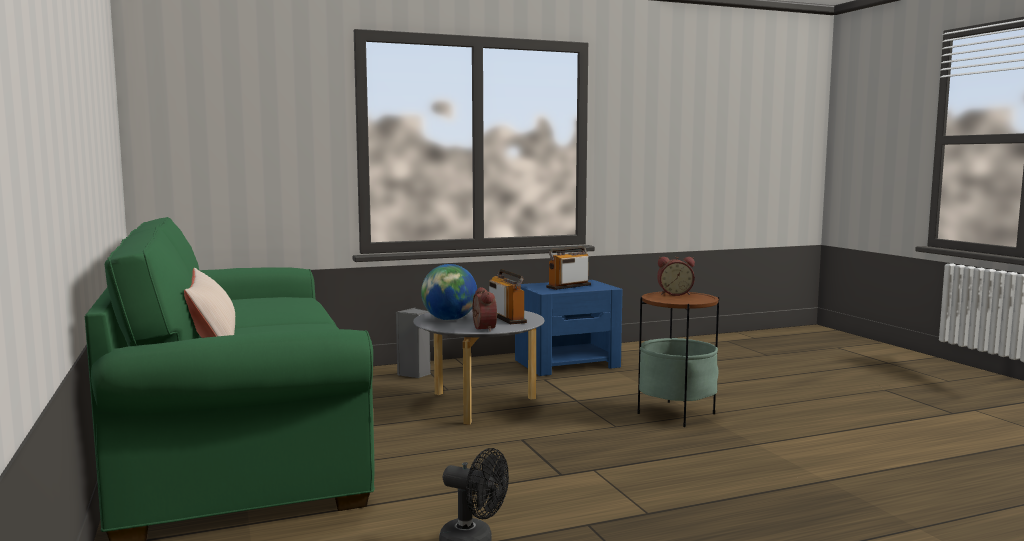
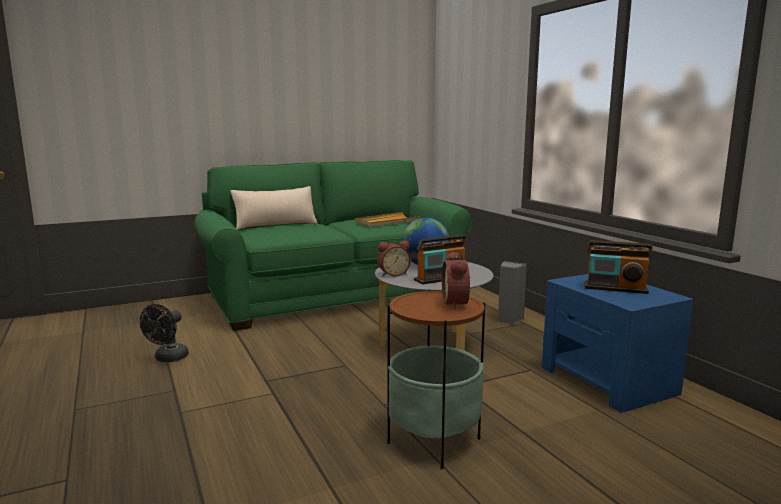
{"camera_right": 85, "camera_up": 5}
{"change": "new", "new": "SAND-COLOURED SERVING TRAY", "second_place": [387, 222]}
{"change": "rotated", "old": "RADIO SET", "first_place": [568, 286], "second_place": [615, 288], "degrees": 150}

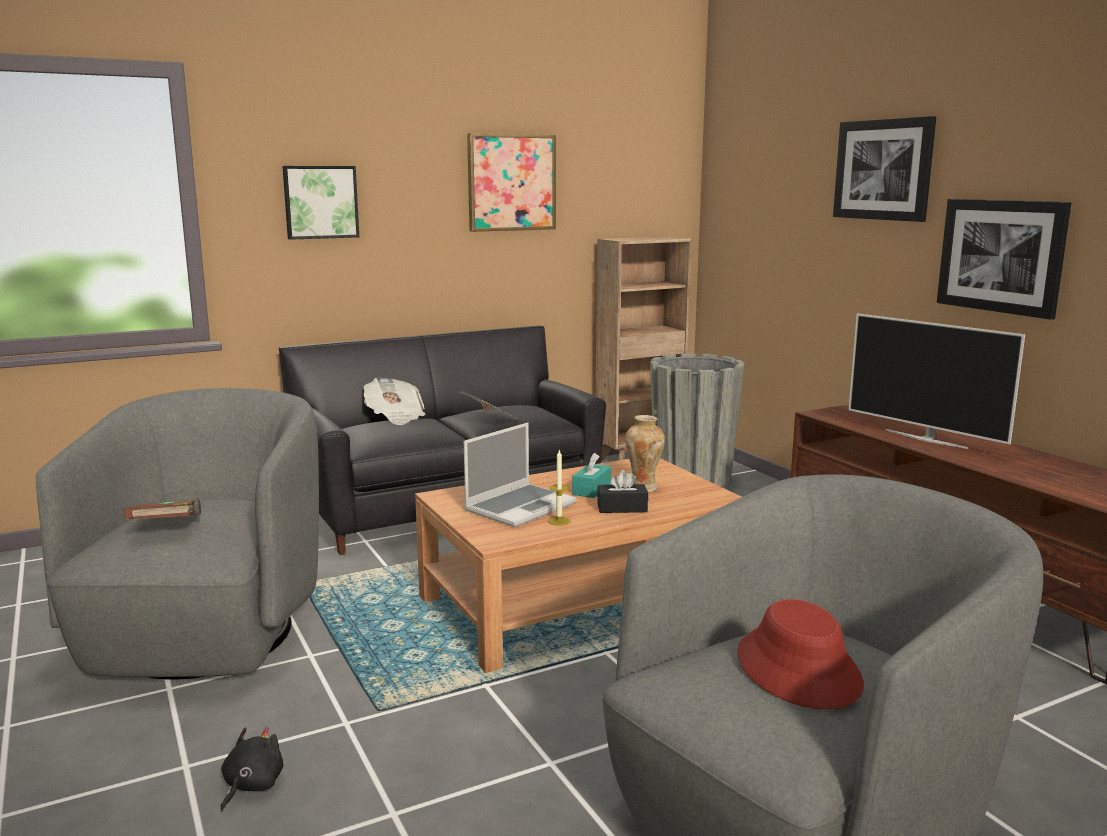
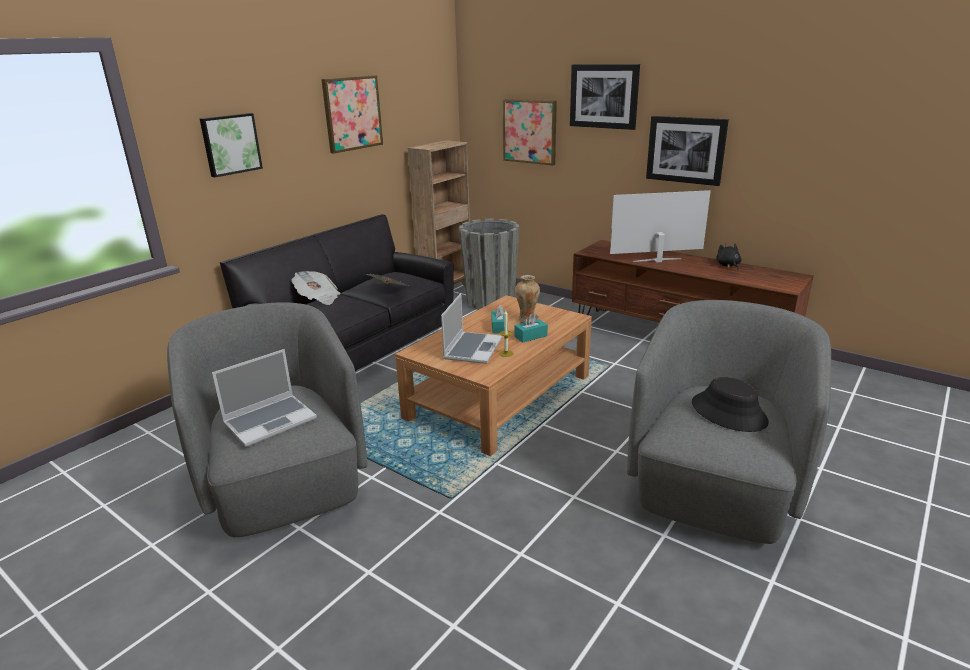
{"camera_right": -25, "camera_up": 10}
{"change": "new", "new": "PICTURE", "second_place": [529, 131]}
{"change": "shifted", "old": "BLACKISH PLUSH TOY", "first_place": [251, 786], "second_place": [728, 265]}
{"change": "swapped", "old": "BROWN VOLUME", "new": "NOTEBOOK COMPUTER", "first_place": [168, 528], "second_place": [271, 421]}
{"change": "repainted", "old": "BLACKISH TISSUE HOLDER", "new": "BLUE-GREEN TISSUE HOLDER", "first_place": [622, 508], "second_place": [530, 336]}
{"change": "repainted", "old": "RED WEARABLE HAT", "new": "BLACKISH WEARABLE HAT", "first_place": [799, 669], "second_place": [729, 412]}
{"change": "rotated", "old": "TV SET", "first_place": [926, 439], "second_place": [657, 260], "degrees": 150}

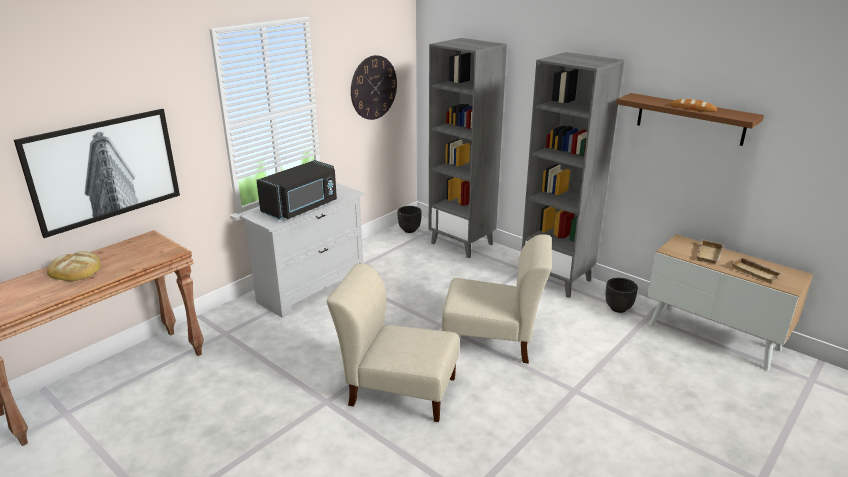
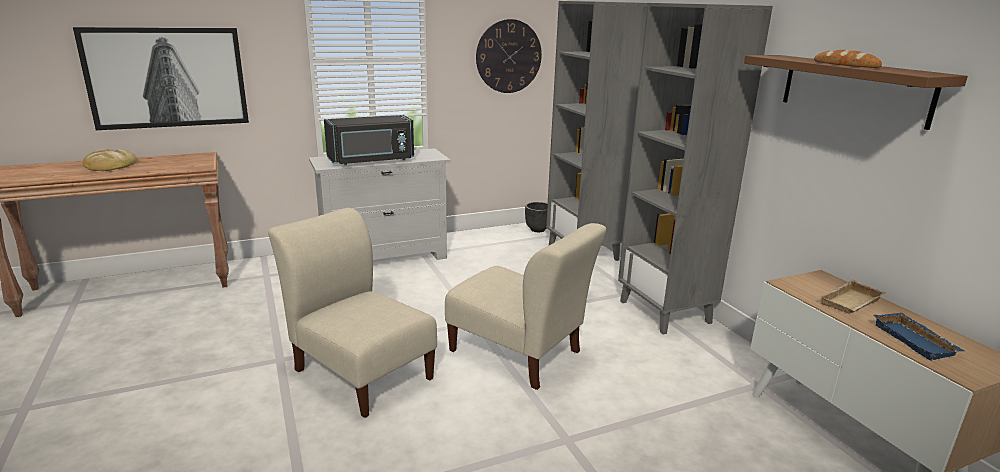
{"camera_right": 25, "camera_up": -5}
{"change": "gone", "old": "BLACKISH PLANT POT", "first_place": [618, 308]}
{"change": "repainted", "old": "SAND-COLOURED SERVING TRAY", "new": "BLUE-COLOURED SERVING TRAY", "first_place": [756, 272], "second_place": [916, 341]}

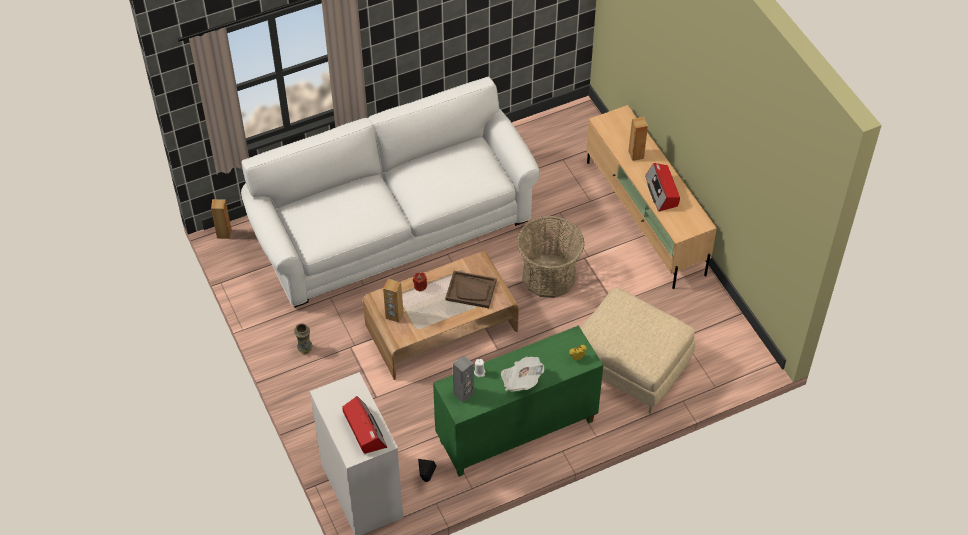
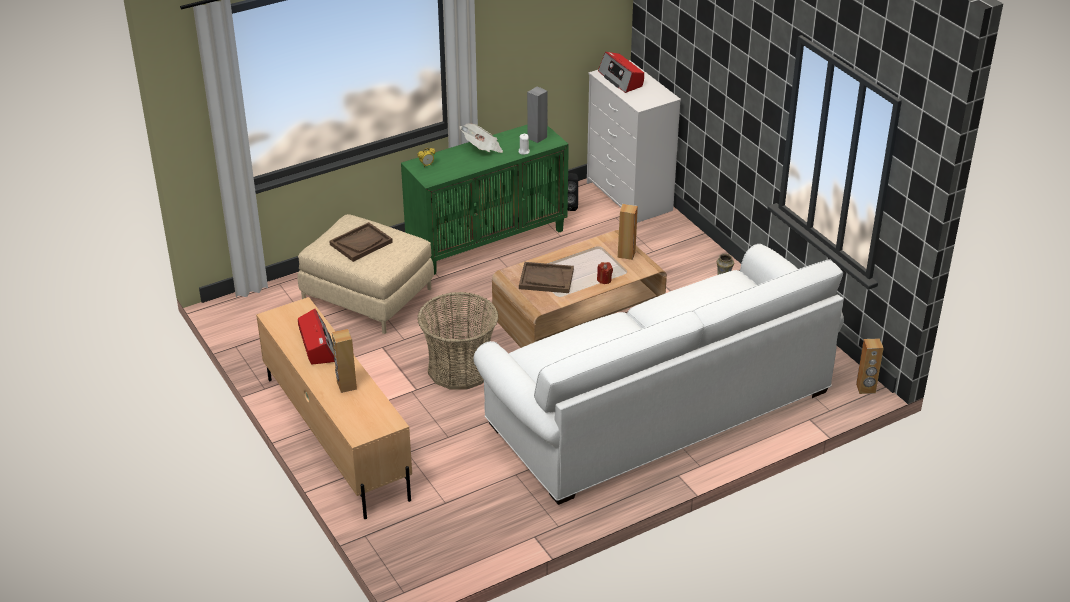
{"camera_right": 175, "camera_up": -15}
{"change": "new", "new": "BROWN SERVING TRAY", "second_place": [361, 243]}

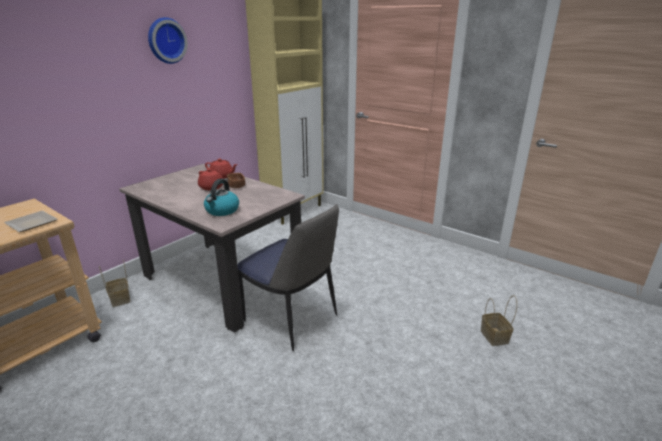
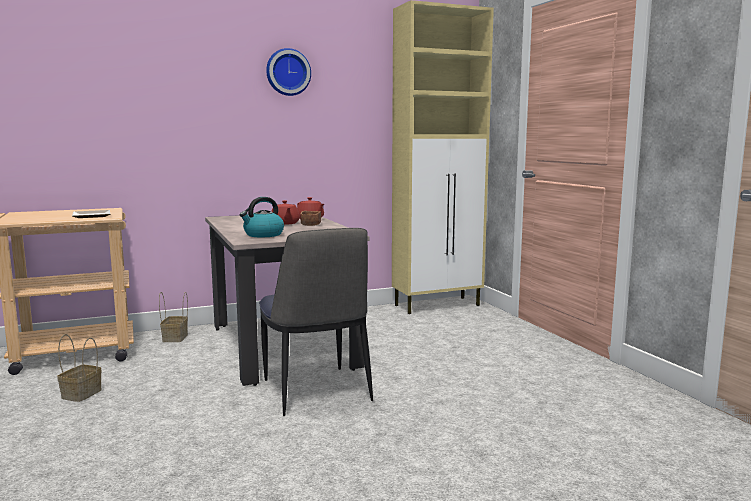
{"camera_right": 30, "camera_up": -15}
{"change": "shifted", "old": "HOUSEHOLD BASKET", "first_place": [495, 337], "second_place": [81, 394]}

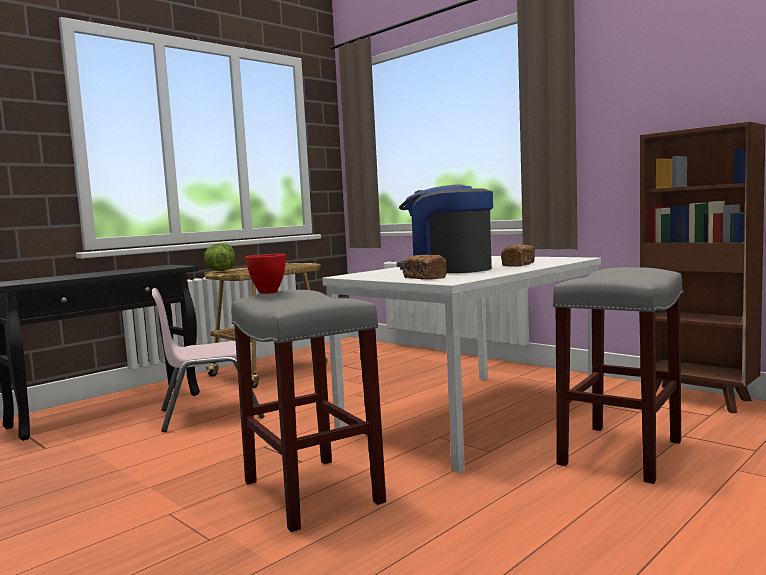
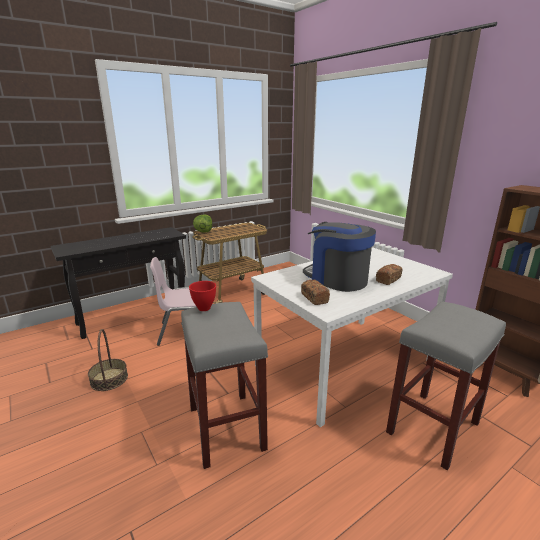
{"camera_right": 10, "camera_up": 15}
{"change": "new", "new": "HOUSEHOLD BASKET", "second_place": [109, 379]}

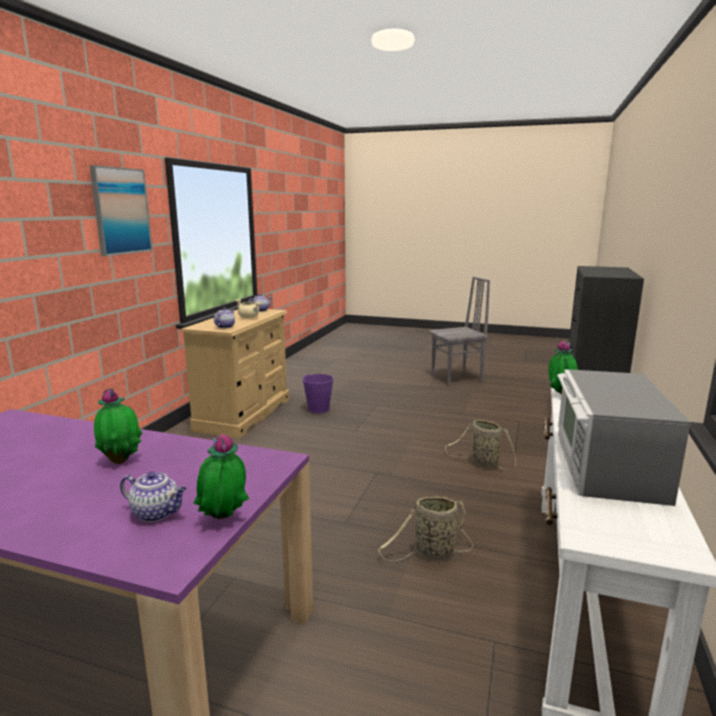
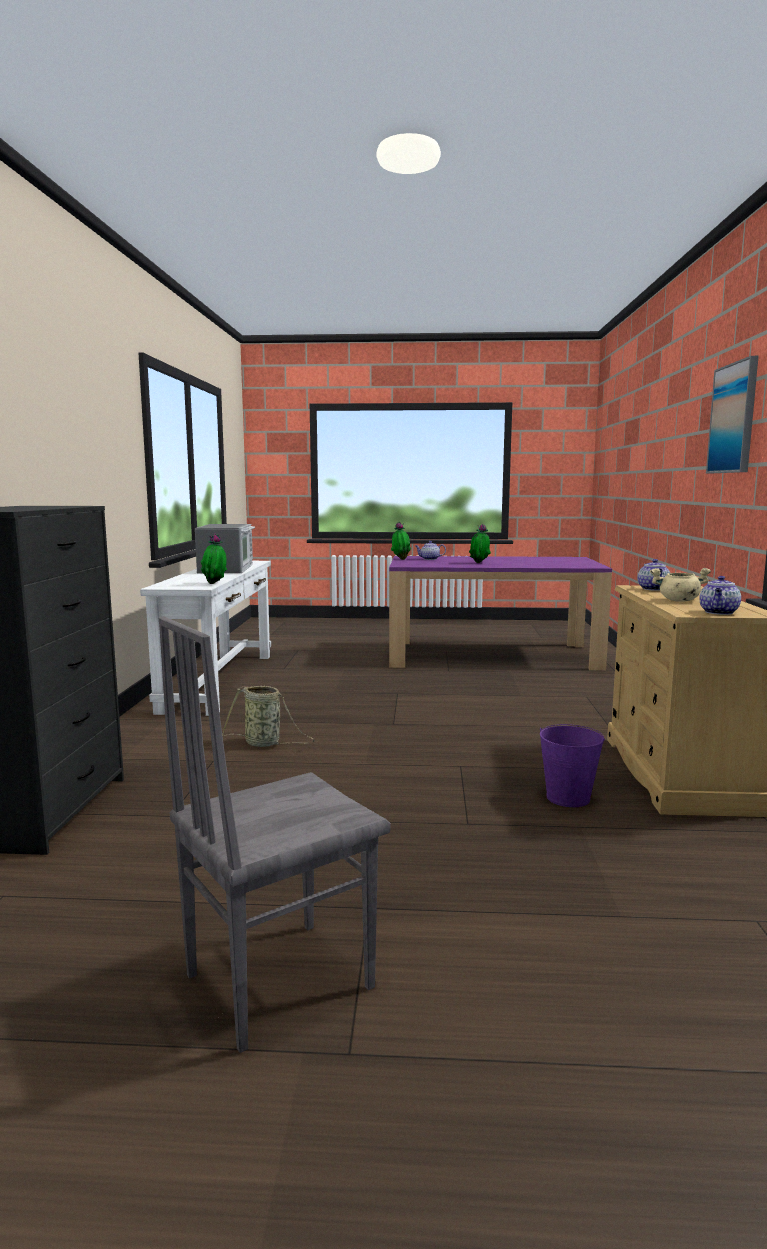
{"camera_right": 165, "camera_up": -5}
{"change": "gone", "old": "HOUSEHOLD BASKET", "first_place": [431, 554]}

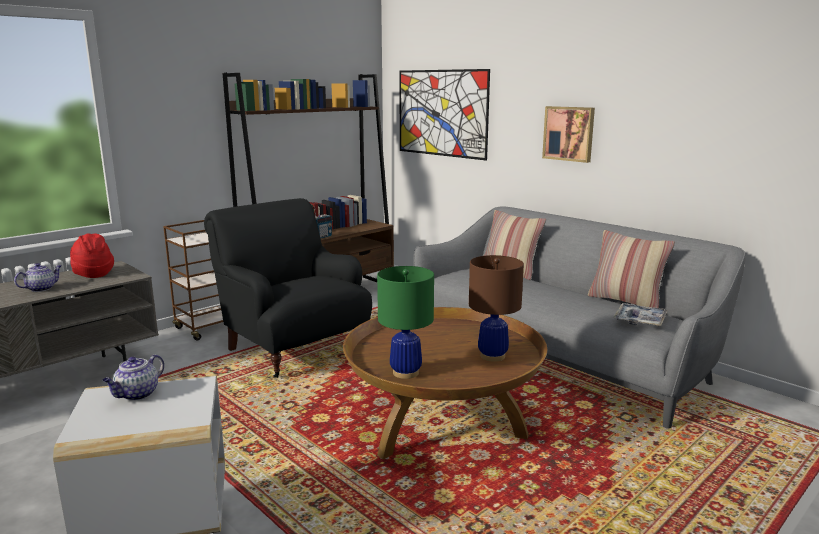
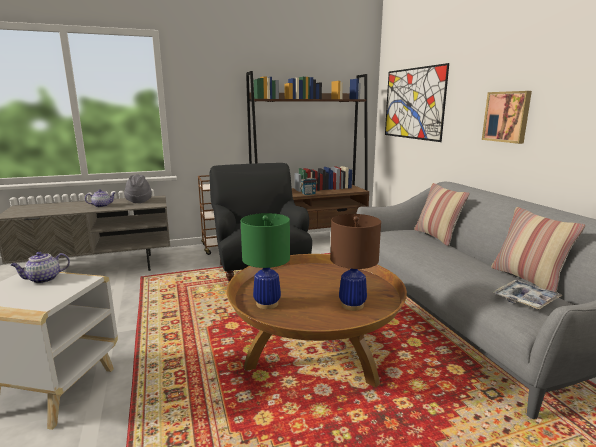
{"camera_right": 25, "camera_up": 0}
{"change": "repainted", "old": "RED WEARABLE HAT", "new": "GRAY WEARABLE HAT", "first_place": [93, 274], "second_place": [139, 201]}

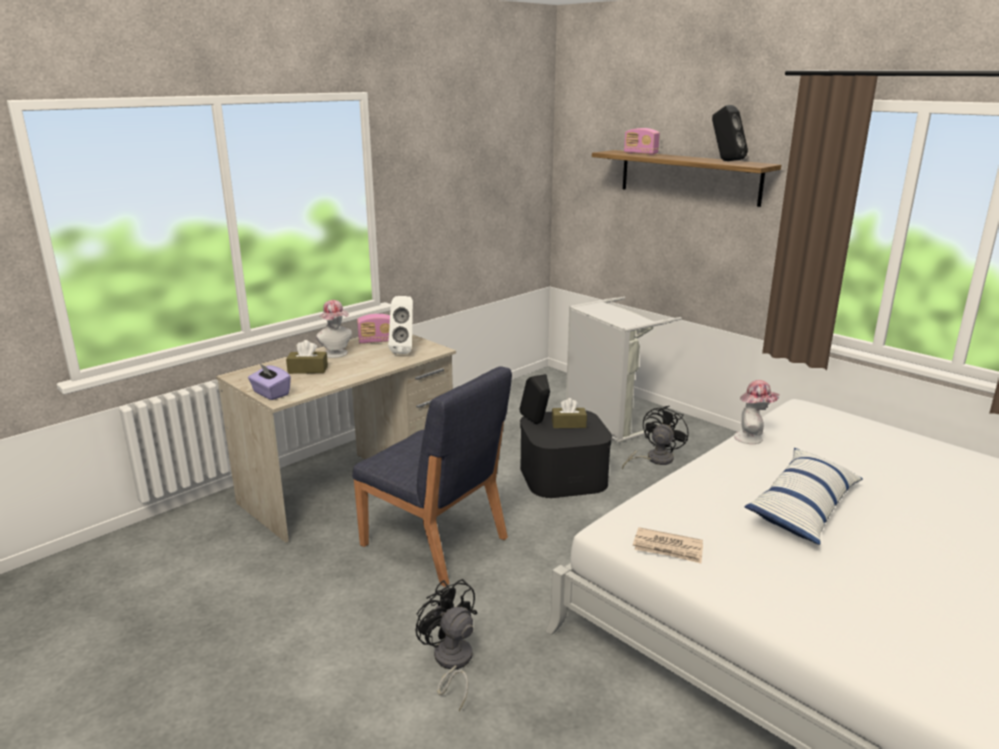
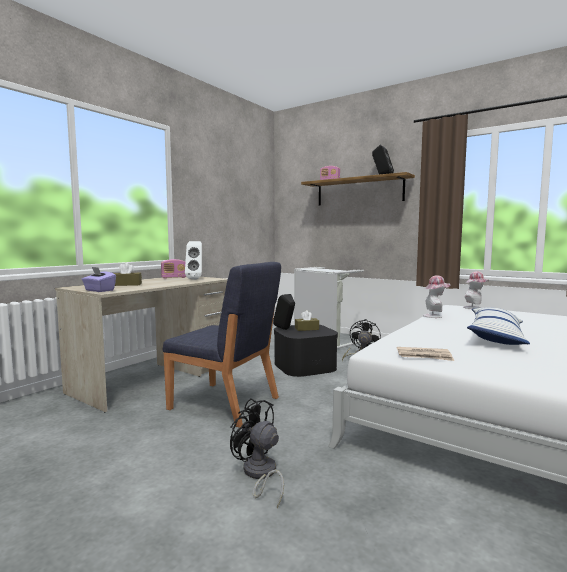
{"camera_right": -10, "camera_up": -15}
{"change": "shifted", "old": "WEARABLE HAT", "first_place": [336, 354], "second_place": [474, 308]}

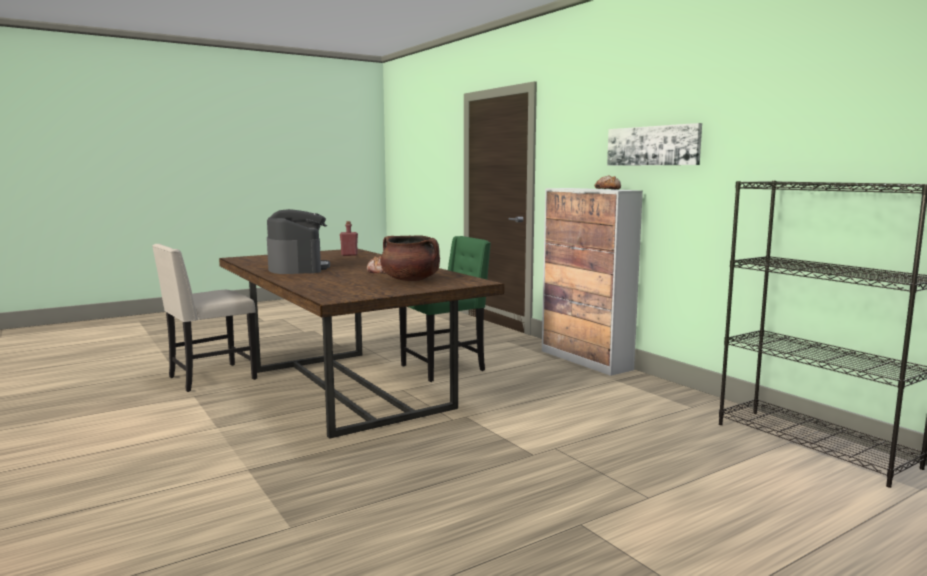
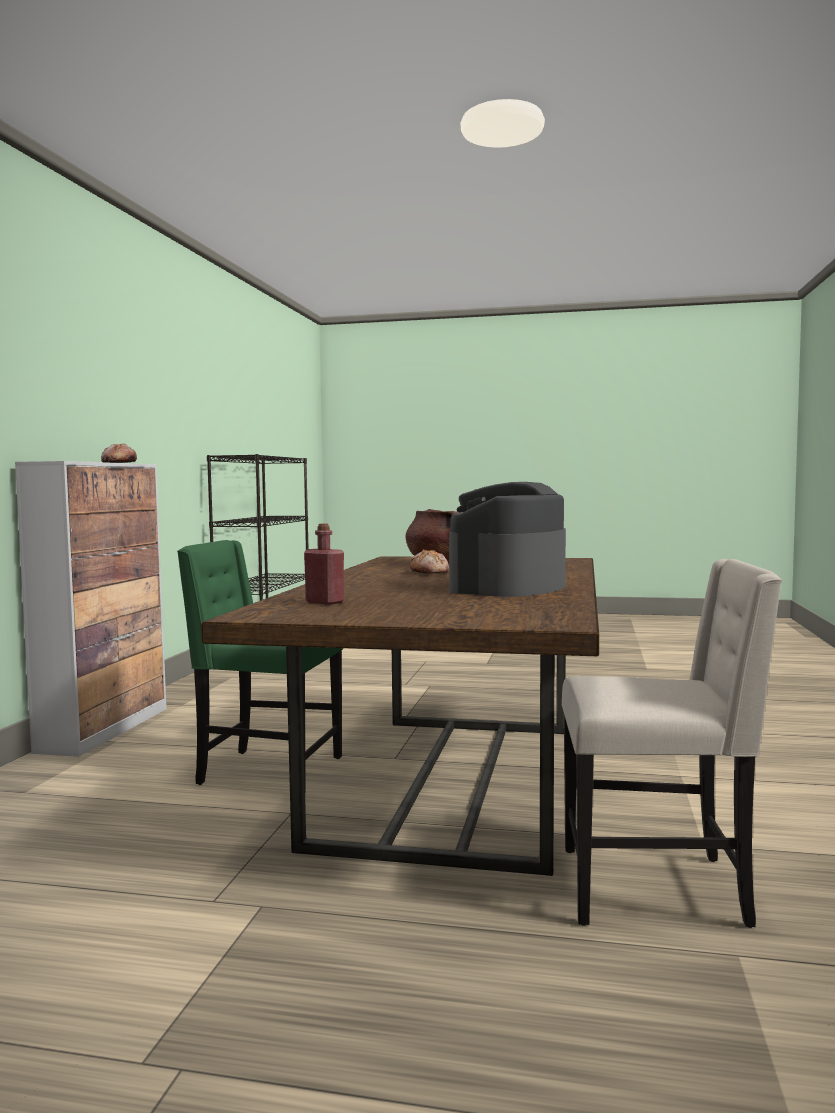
{"camera_right": -135, "camera_up": -5}
{"change": "gone", "old": "PICTURE", "first_place": [653, 146]}

